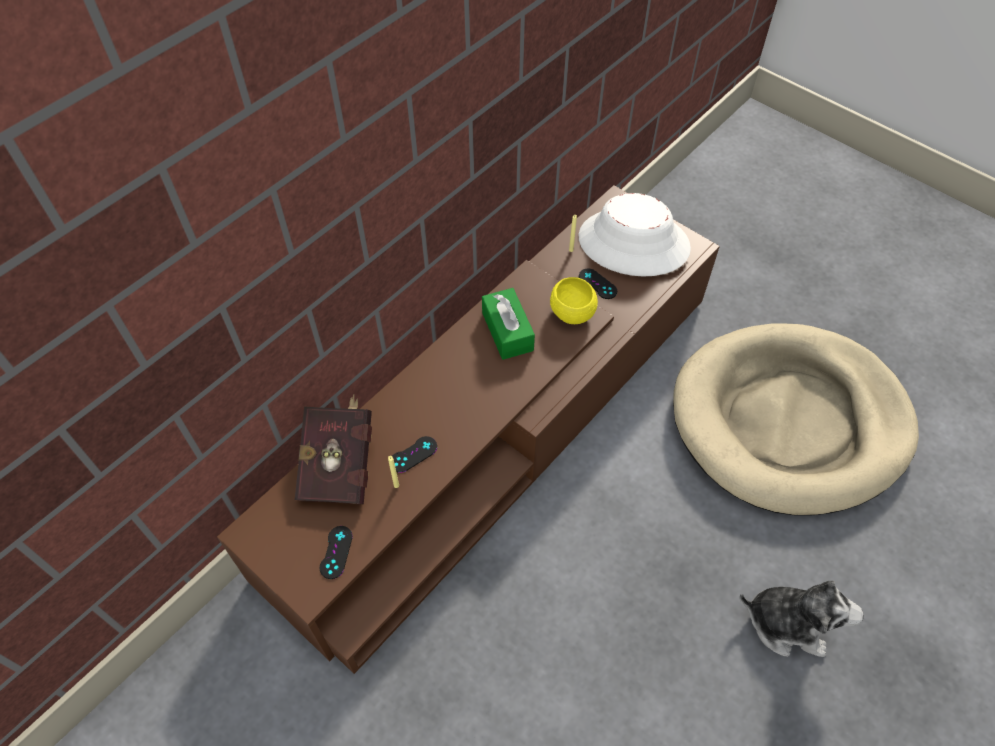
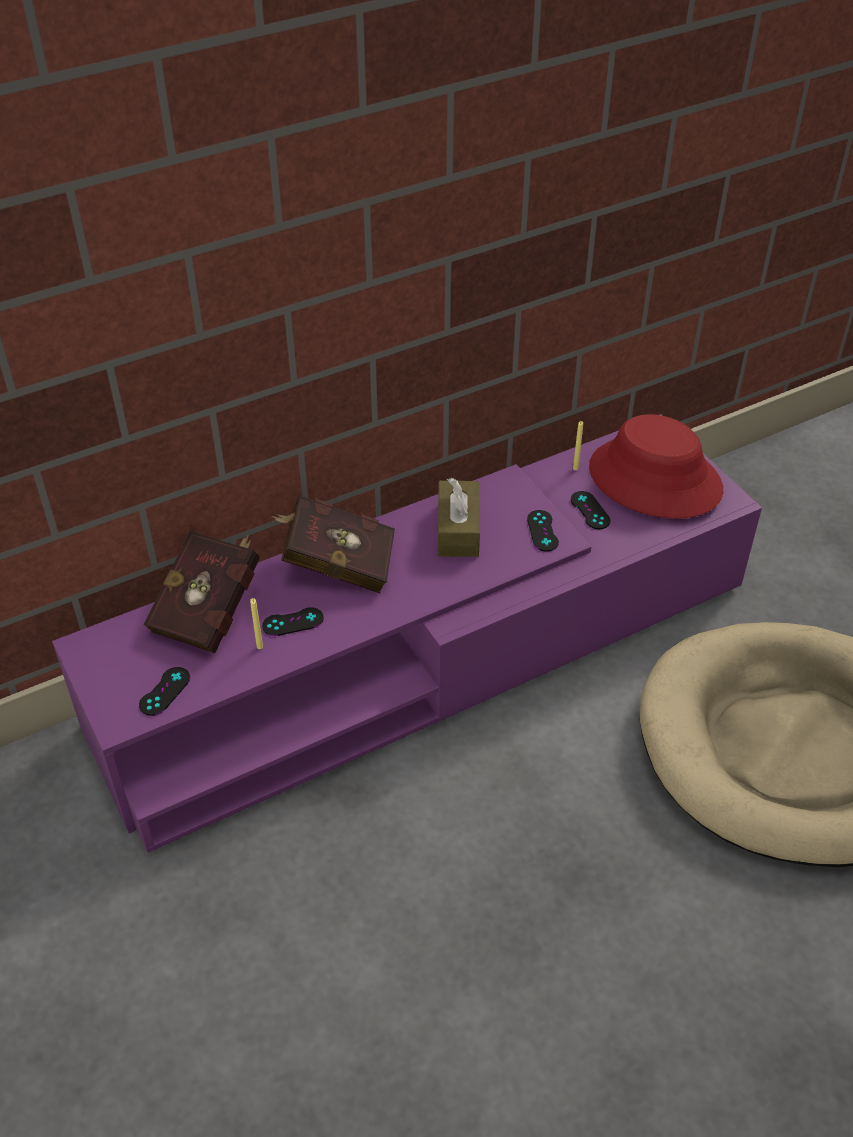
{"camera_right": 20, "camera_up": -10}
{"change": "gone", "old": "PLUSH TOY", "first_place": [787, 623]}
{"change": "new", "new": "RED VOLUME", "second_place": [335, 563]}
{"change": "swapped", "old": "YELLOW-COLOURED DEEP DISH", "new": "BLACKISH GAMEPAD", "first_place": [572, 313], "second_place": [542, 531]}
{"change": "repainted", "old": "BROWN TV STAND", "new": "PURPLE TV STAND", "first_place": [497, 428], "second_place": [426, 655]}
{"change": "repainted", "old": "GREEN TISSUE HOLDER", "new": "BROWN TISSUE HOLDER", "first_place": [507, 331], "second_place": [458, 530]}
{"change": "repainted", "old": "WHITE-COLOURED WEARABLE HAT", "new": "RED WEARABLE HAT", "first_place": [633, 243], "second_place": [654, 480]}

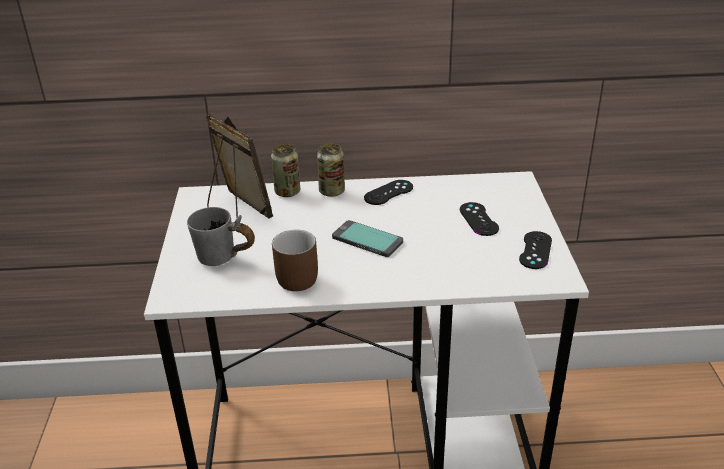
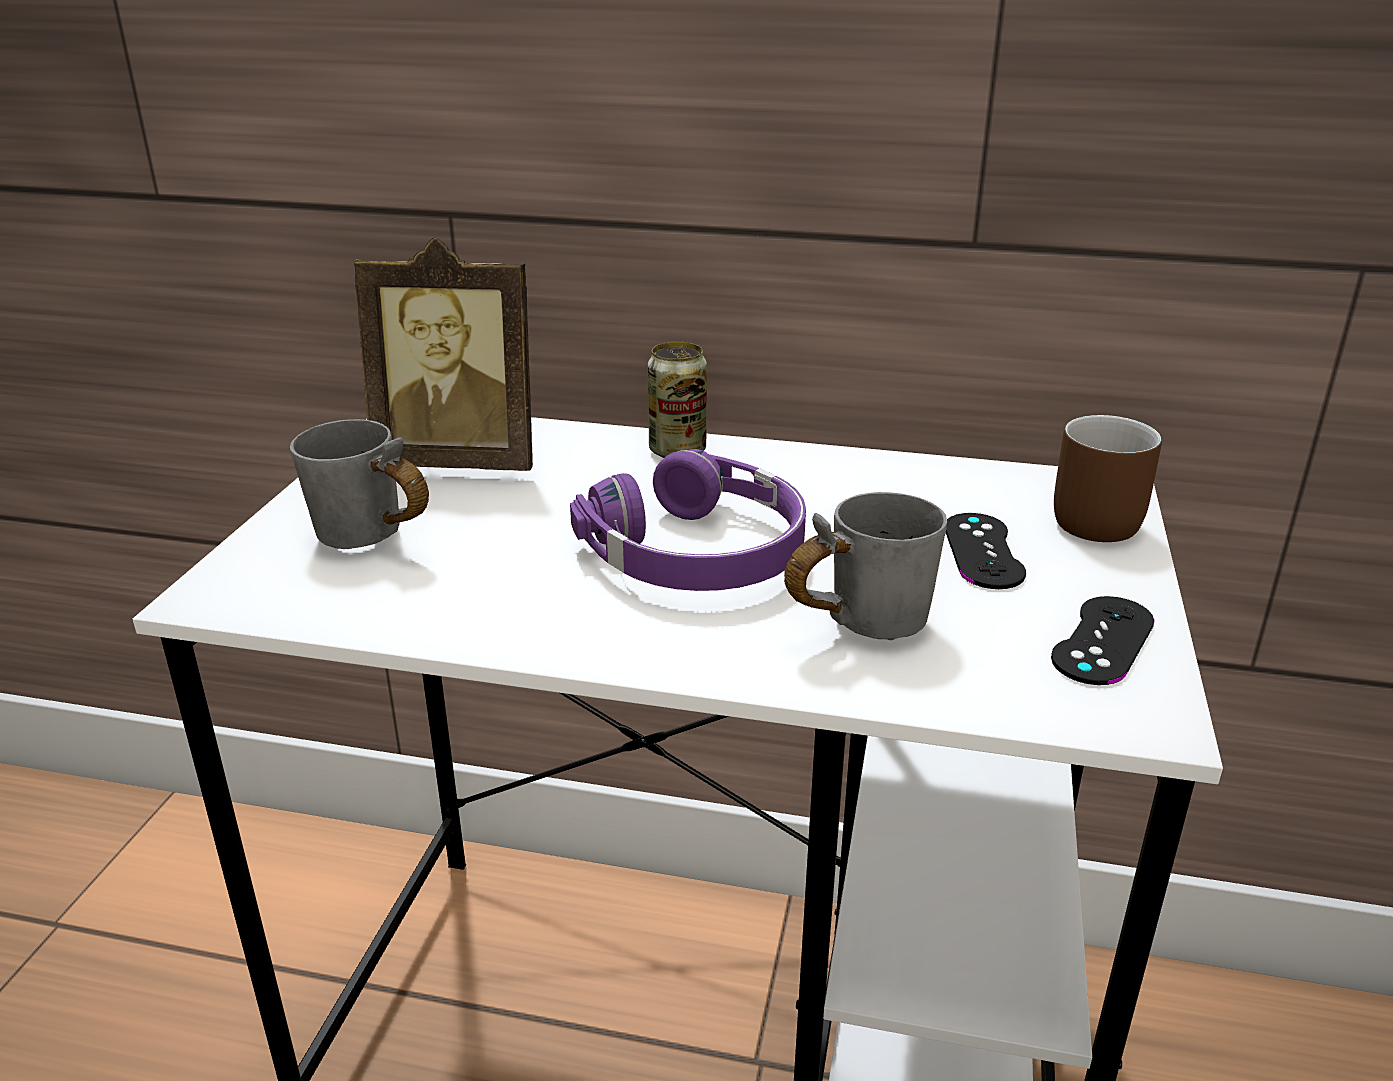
{"camera_right": 15, "camera_up": -5}
{"change": "gone", "old": "SEALED CAN", "first_place": [287, 192]}
{"change": "gone", "old": "BLACKISH GAMEPAD", "first_place": [388, 193]}
{"change": "new", "new": "GRAY TEA MUG", "second_place": [854, 622]}
{"change": "shifted", "old": "BROWN TEA MUG", "first_place": [294, 276], "second_place": [1088, 517]}
{"change": "swapped", "old": "TELEPHONE", "new": "PURPLE PAIR OF HEADPHONES", "first_place": [367, 240], "second_place": [700, 553]}
{"change": "rotated", "old": "PHOTO FRAME", "first_place": [237, 212], "second_place": [462, 460], "degrees": 120}

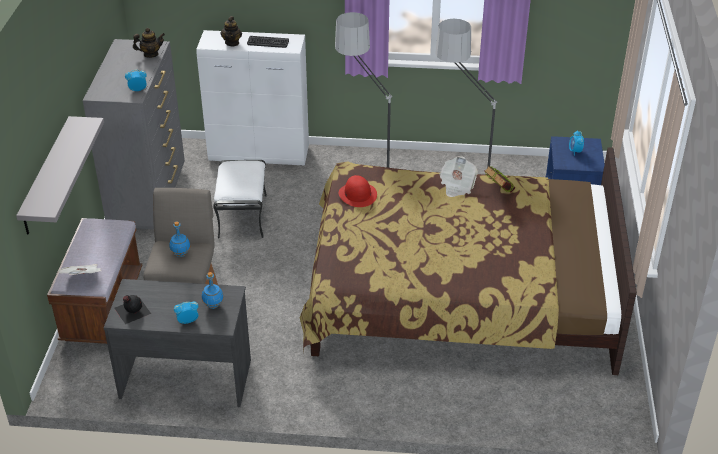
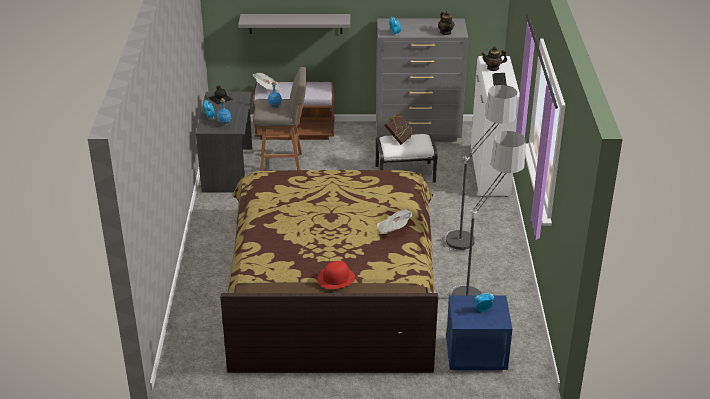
{"camera_right": 85, "camera_up": -5}
{"change": "shifted", "old": "RED WEARABLE HAT", "first_place": [358, 194], "second_place": [336, 278]}
{"change": "shifted", "old": "VOLUME", "first_place": [498, 192], "second_place": [399, 139]}

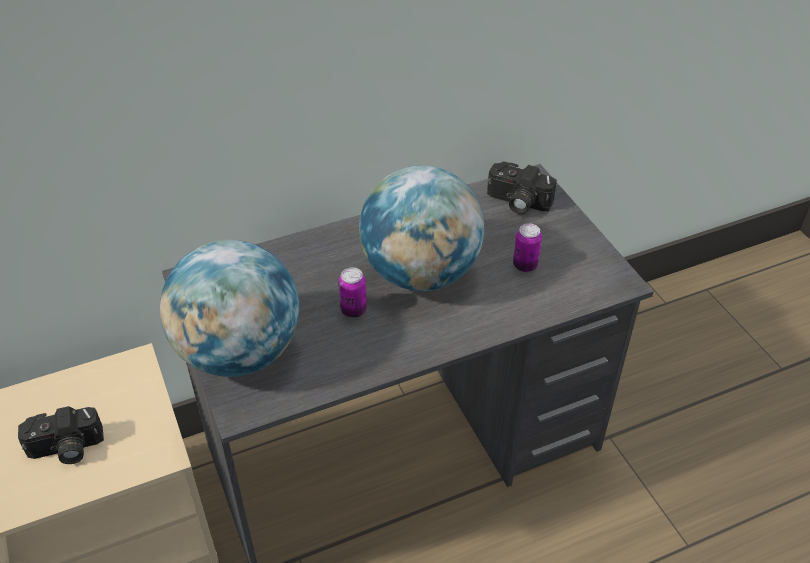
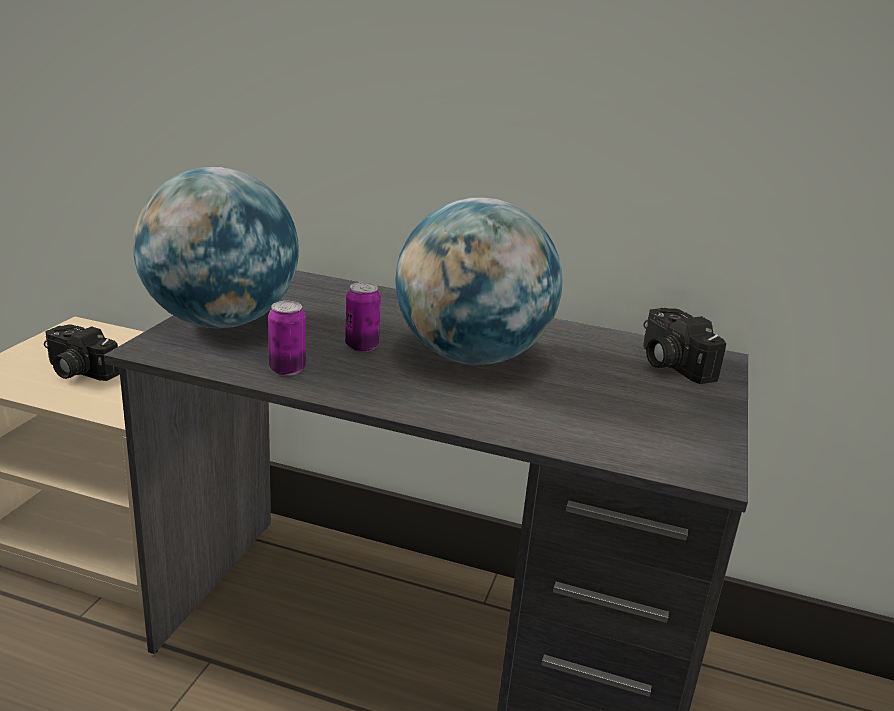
{"camera_right": 40, "camera_up": -20}
{"change": "shifted", "old": "SEALED CAN", "first_place": [525, 265], "second_place": [287, 369]}

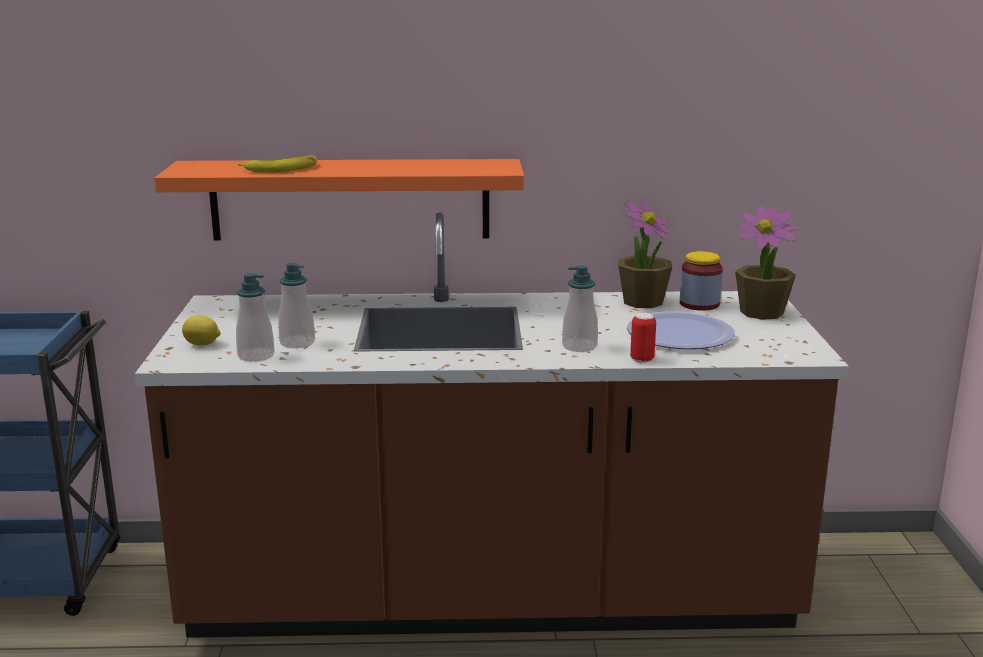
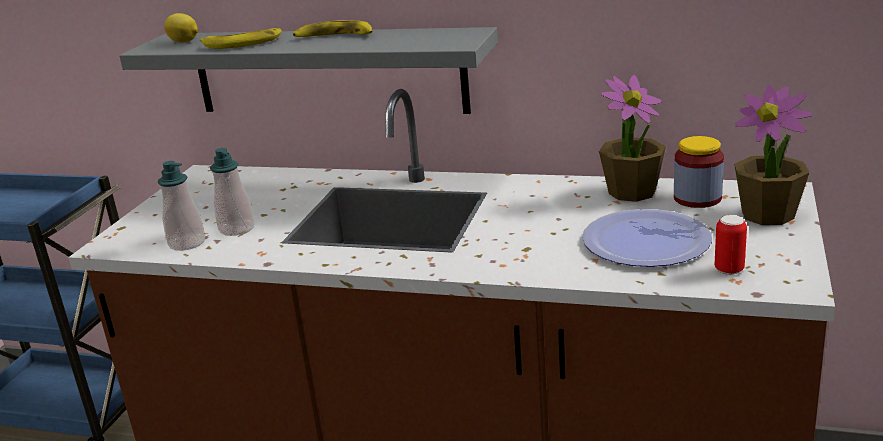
{"camera_right": 20, "camera_up": 5}
{"change": "gone", "old": "LIQUID SOAP BOTTLE", "first_place": [579, 346]}
{"change": "new", "new": "WHOLE BANANA", "second_place": [334, 36]}
{"change": "shifted", "old": "LEMON", "first_place": [202, 344], "second_place": [184, 42]}
{"change": "shifted", "old": "SEALED CAN", "first_place": [642, 359], "second_place": [729, 270]}
{"change": "repainted", "old": "ORANGEY SHELF", "new": "GRAY SHELF", "first_place": [350, 199], "second_place": [327, 71]}

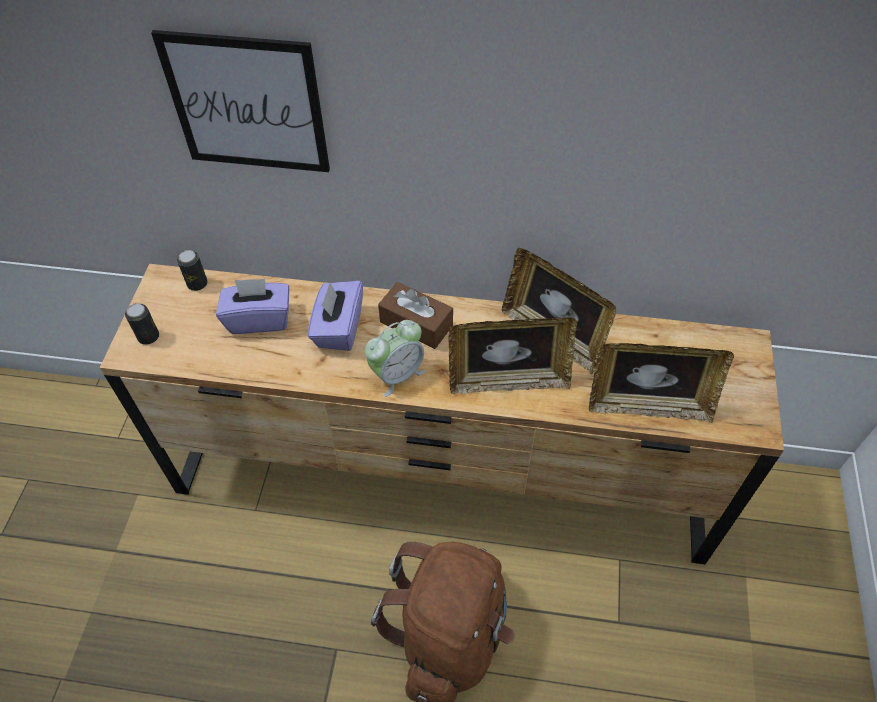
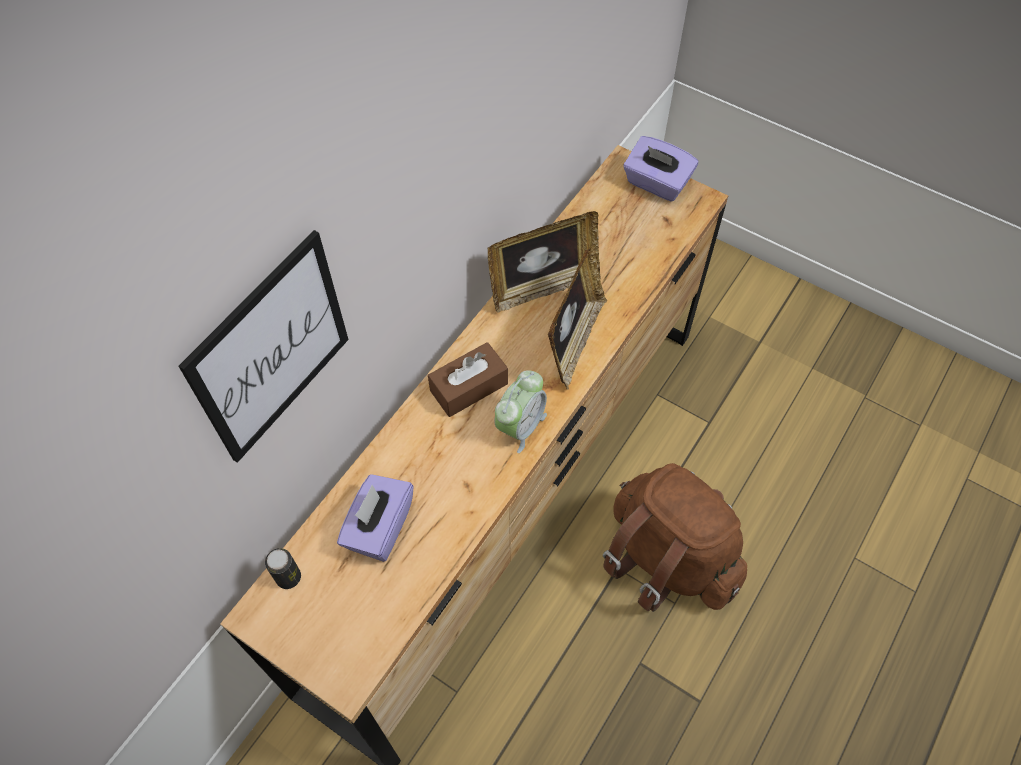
{"camera_right": -65, "camera_up": 5}
{"change": "gone", "old": "SEALED CAN", "first_place": [148, 337]}
{"change": "gone", "old": "PHOTO FRAME", "first_place": [648, 406]}
{"change": "shifted", "old": "PURPLE TISSUE HOLDER", "first_place": [338, 328], "second_place": [656, 184]}
{"change": "rotated", "old": "ALARM CLOCK", "first_place": [397, 374], "second_place": [520, 426], "degrees": 45}

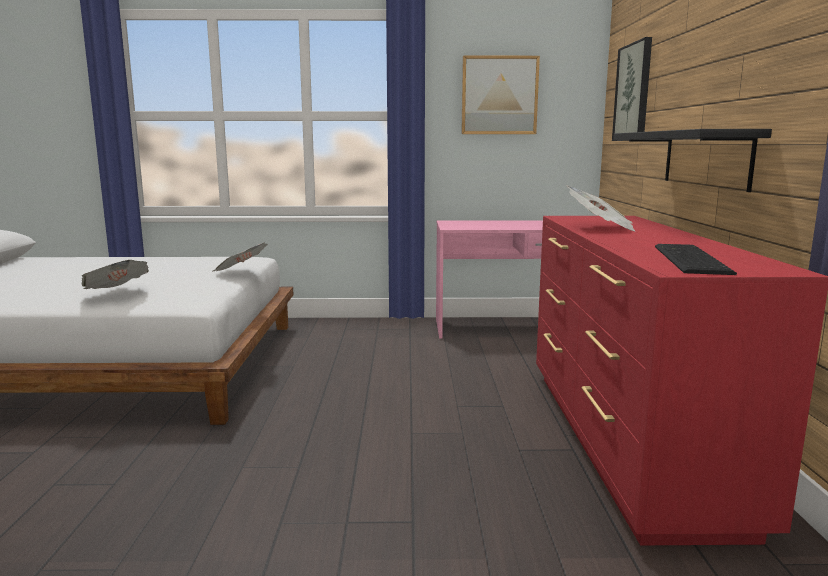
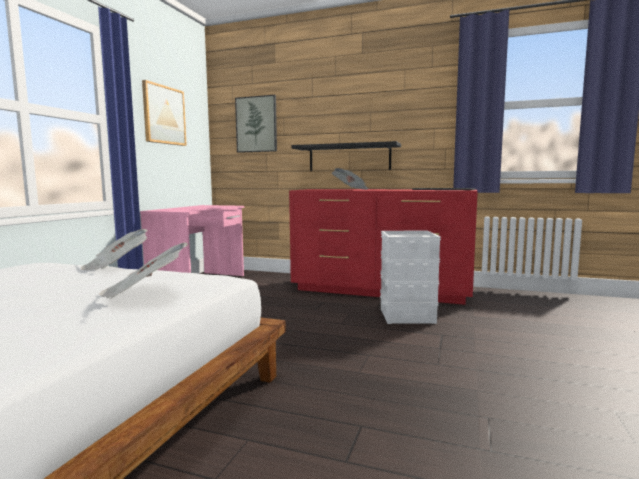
{"camera_right": -70, "camera_up": -5}
{"change": "new", "new": "WHITE-COLOURED STORAGE BIN", "second_place": [407, 315]}

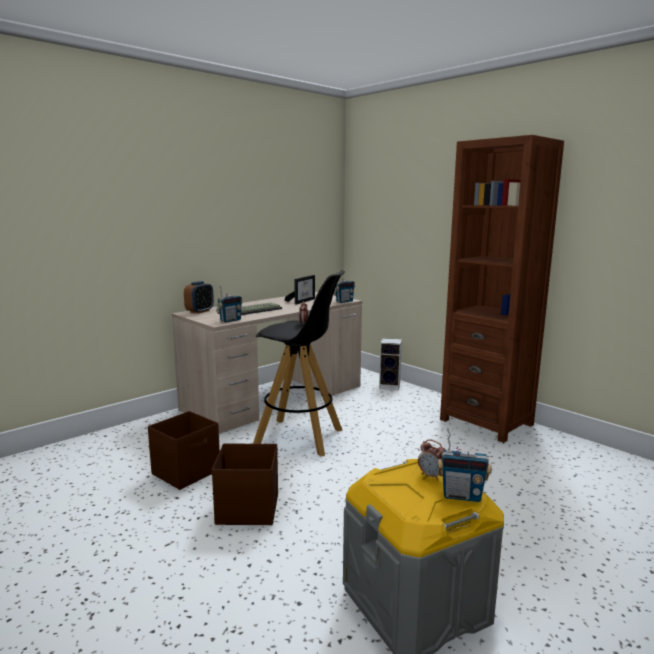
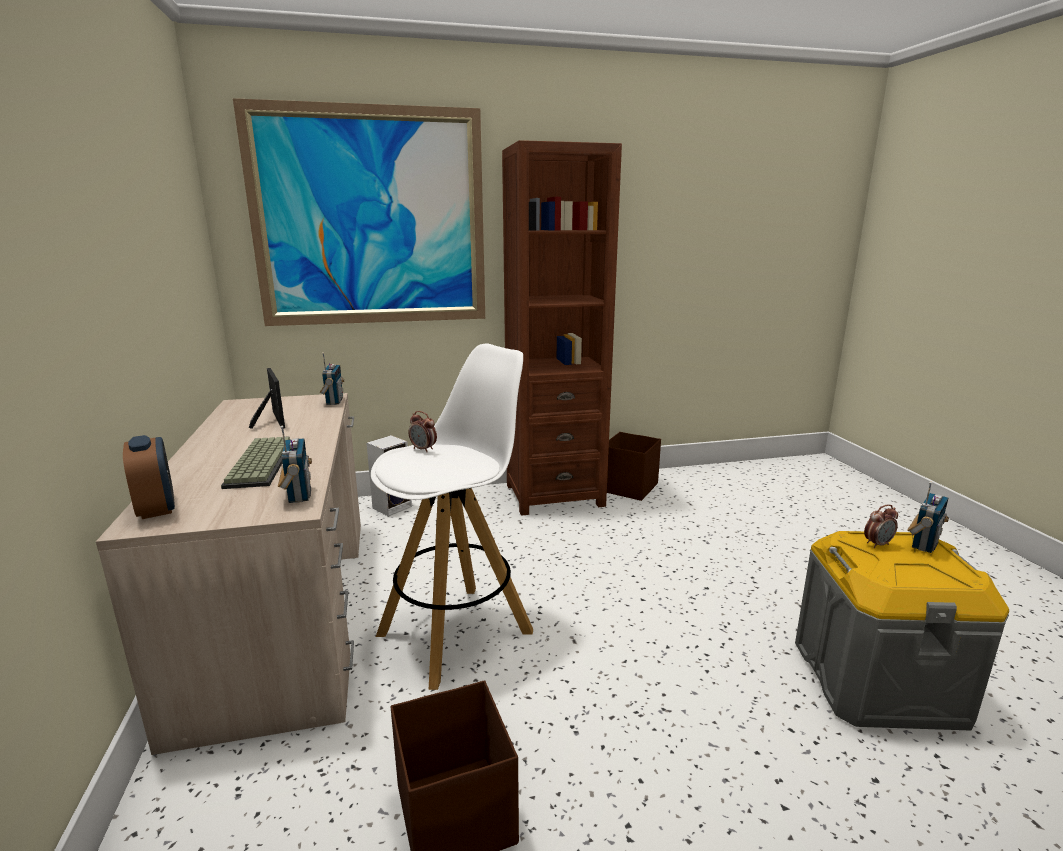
{"camera_right": -60, "camera_up": 5}
{"change": "new", "new": "PICTURE", "second_place": [371, 218]}
{"change": "shifted", "old": "BROWN STORAGE BIN", "first_place": [247, 509], "second_place": [628, 488]}
{"change": "repainted", "old": "BLACKISH STOOL SEAT", "new": "WHITE-COLOURED STOOL SEAT", "first_place": [300, 437], "second_place": [457, 632]}

